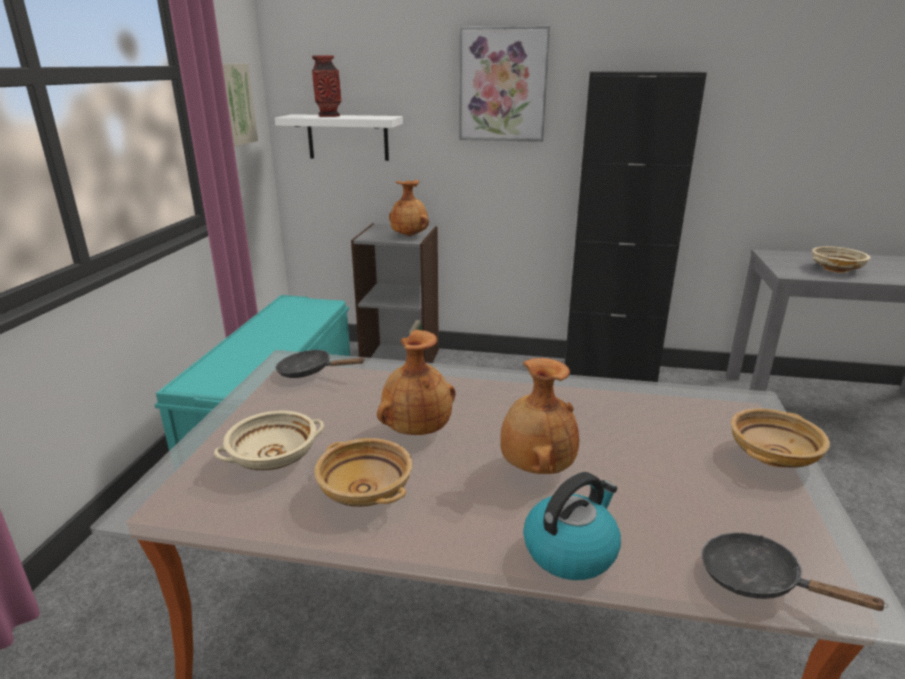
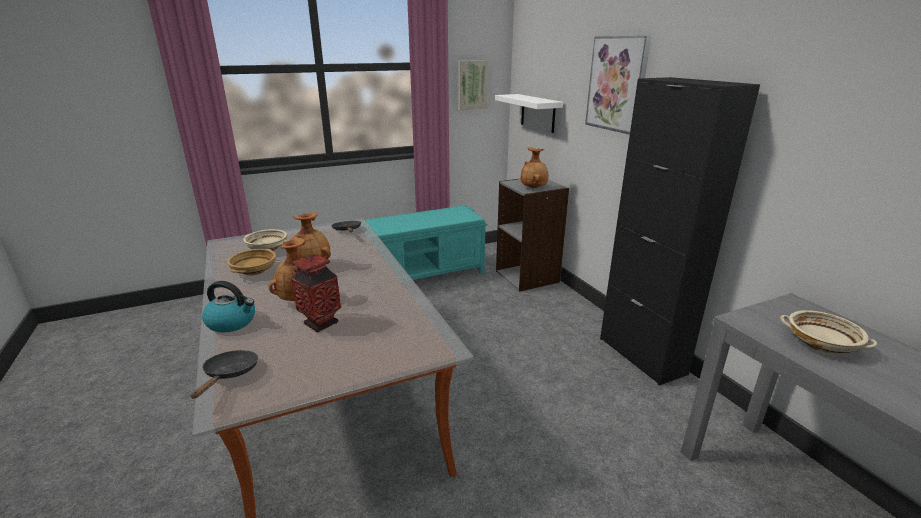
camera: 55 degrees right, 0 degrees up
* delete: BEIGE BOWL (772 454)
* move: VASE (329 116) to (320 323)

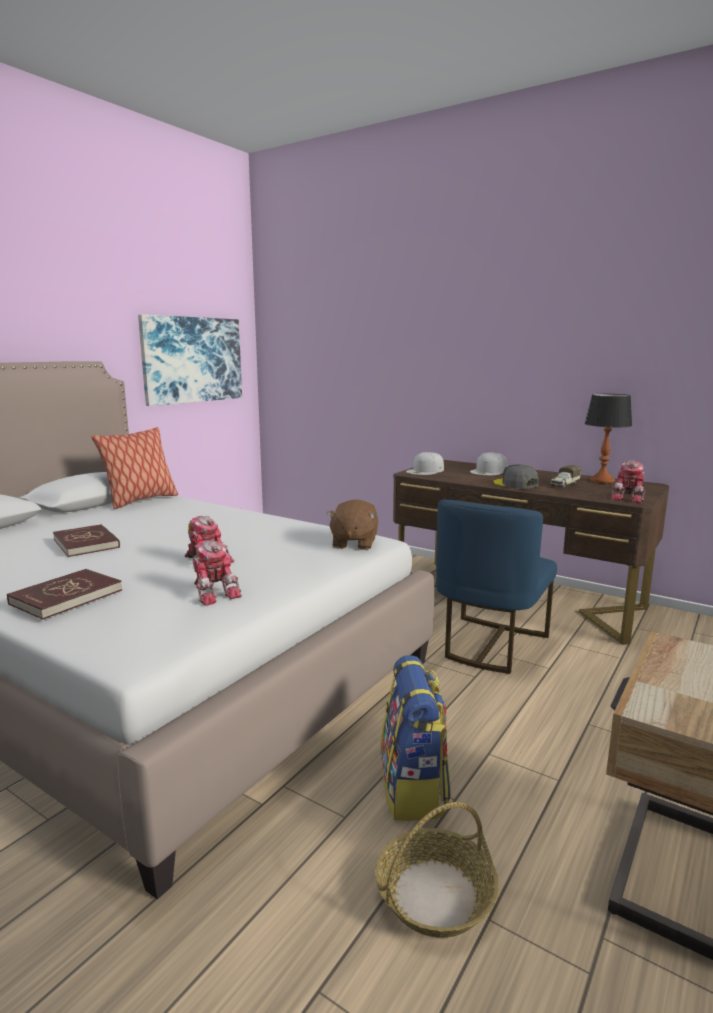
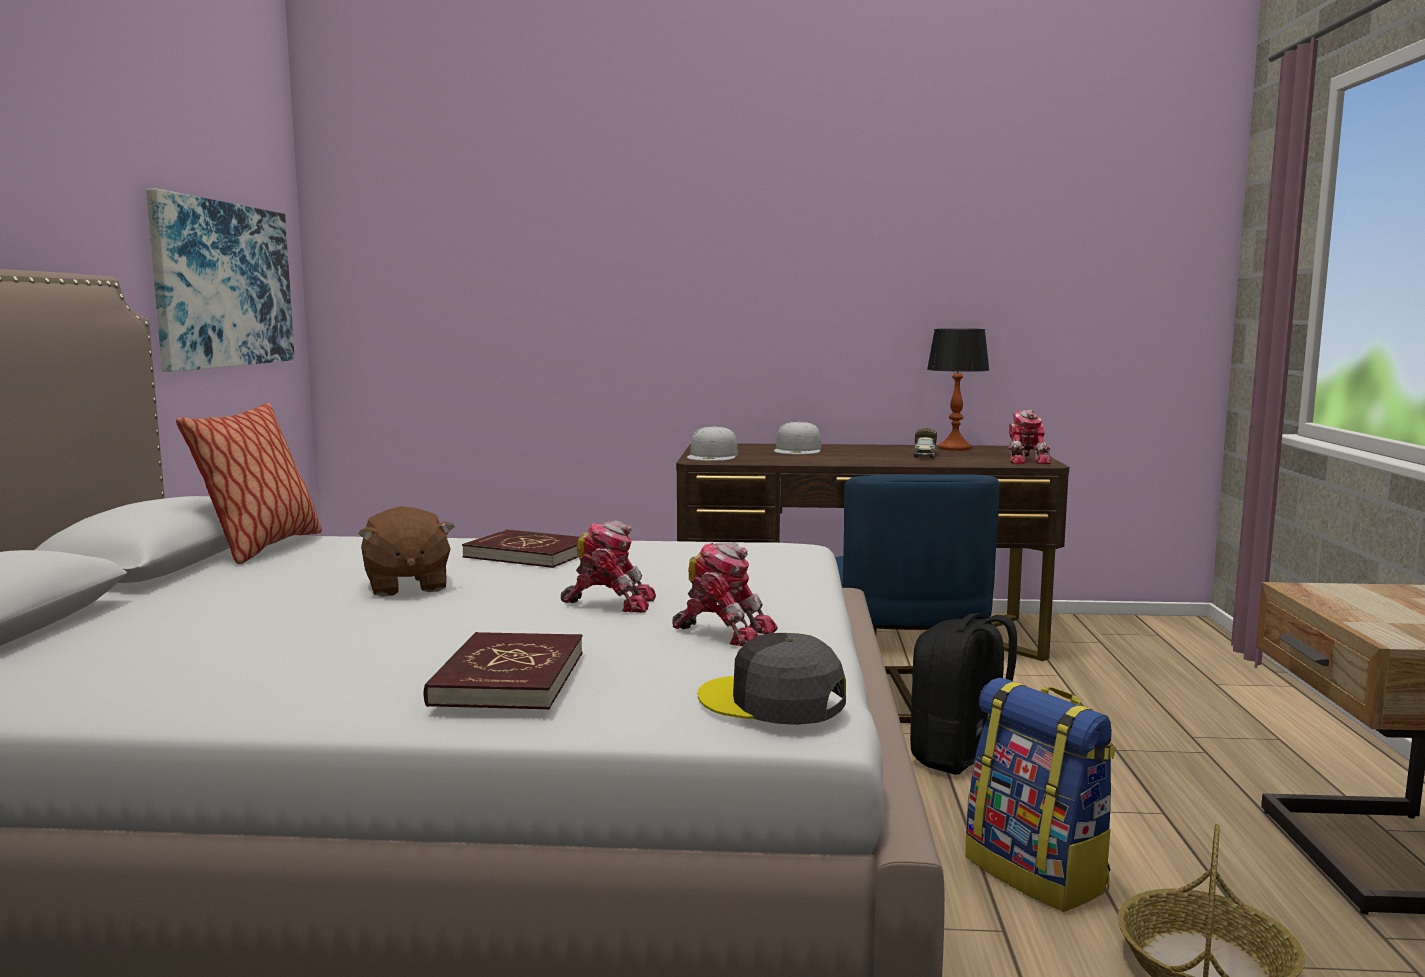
camera: 30 degrees left, 5 degrees down
* insert: BLACK BACKPACK (961 758)
* move: RED BOOK (86 543) to (529 554)
* move: BROWN PLUSH TOY (353 543) to (406 586)
* move: GREY CAP (515 484) to (772 701)

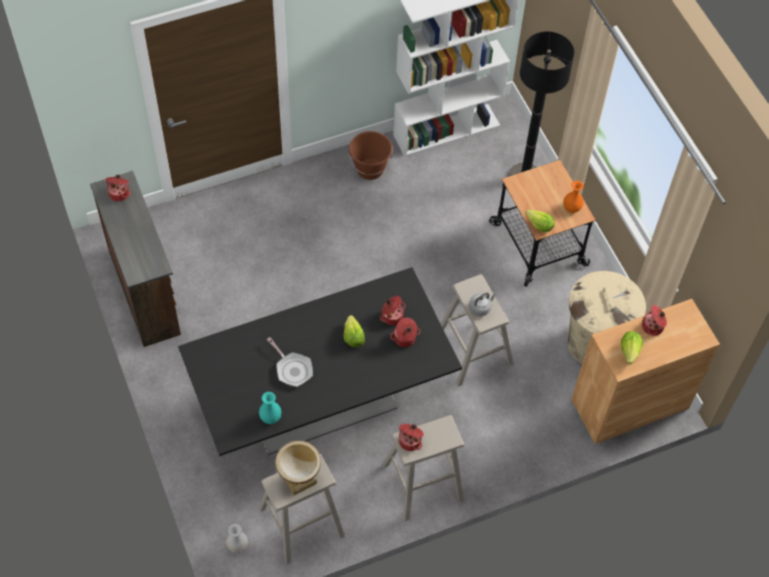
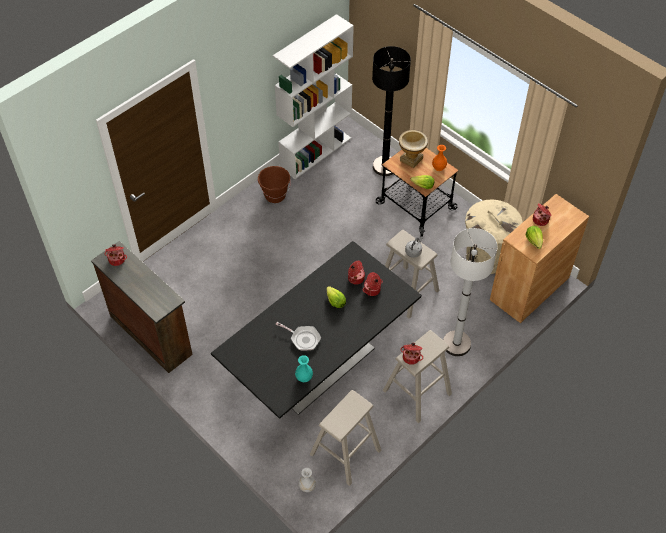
camera: 20 degrees left, 5 degrees down
* insert: WHITE FLOOR LAMP (456 344)
* move: VASE (299 479) to (411 159)

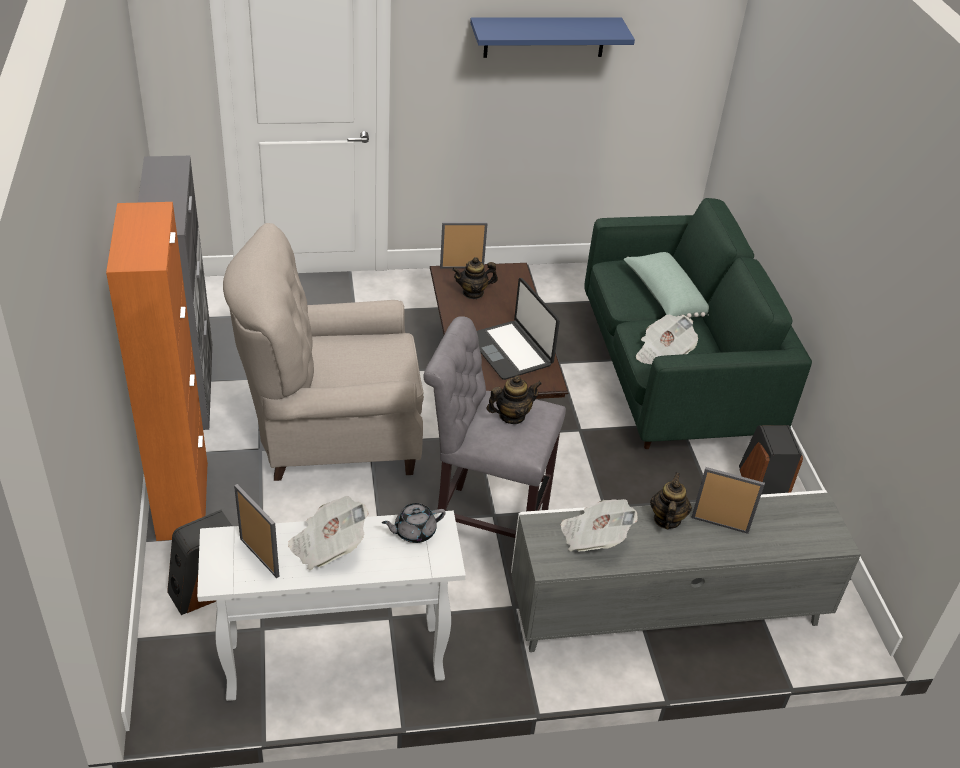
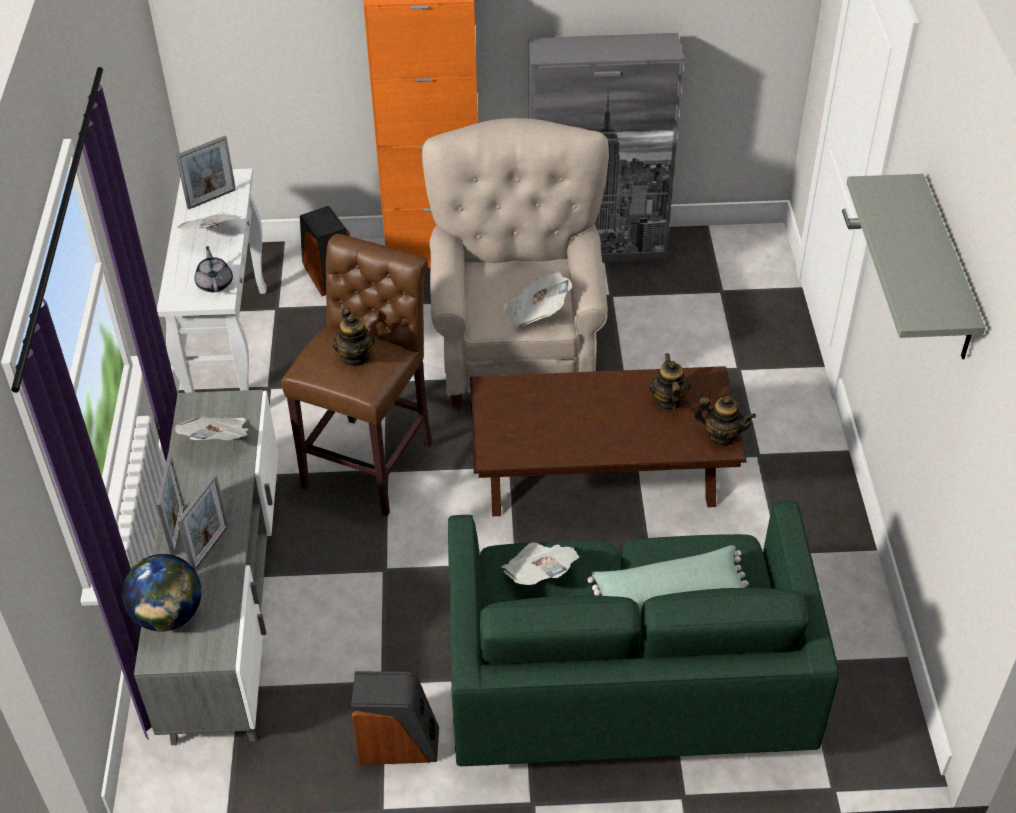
camera: 100 degrees right, 5 degrees up
* delete: LAPTOP (511 351)
* insert: GLOBE (169 616)
* insert: NEWSPAPER (536 313)
* move: PICTURE FRAME (461 267) to (178 530)
* move: TEAPOT (666 519) to (722 435)
* recolor: GREY STOOL (483 525) to BROWN STOOL (372 461)
* recolor: BLUE SHELF (544 37) to GREY SHELF (946 270)

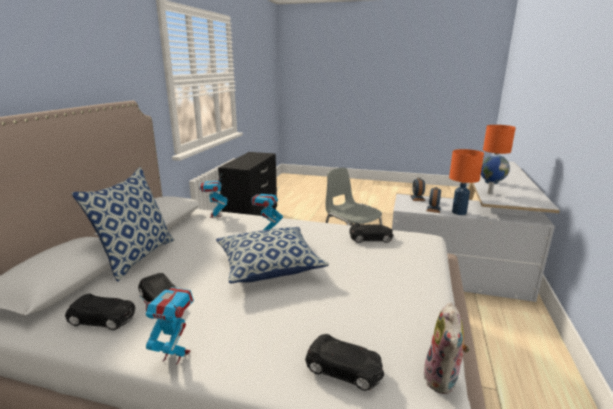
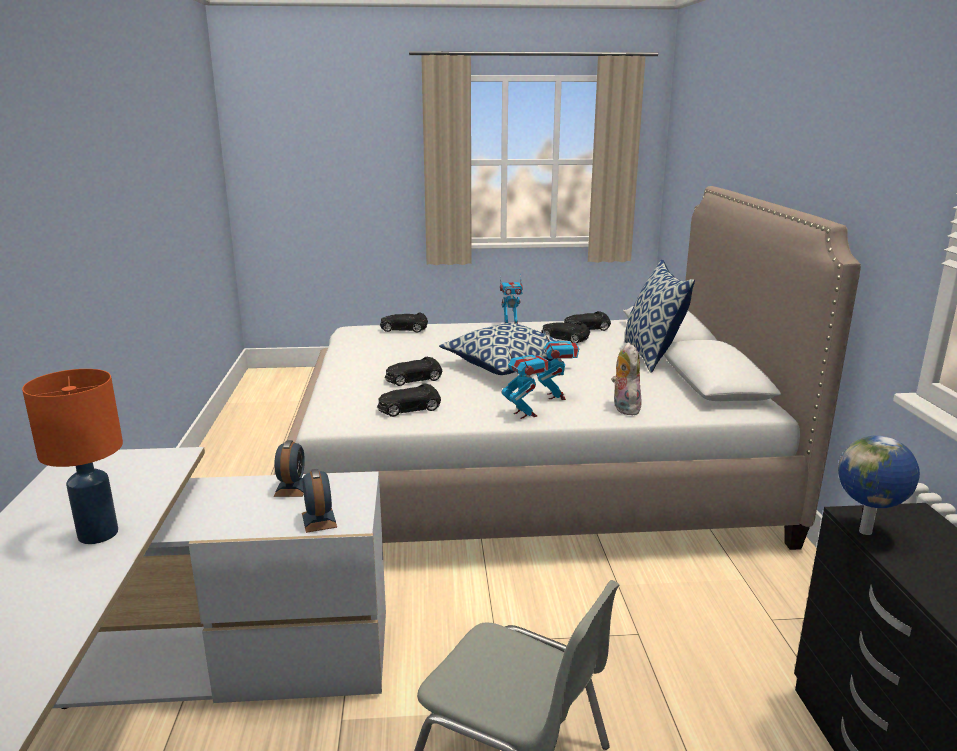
camera: 160 degrees right, 0 degrees up
* delete: ORANGE TABLE LAMP (459 212)
* insert: BLACK TOY CAR (413 379)
* move: TOY ROBOT (215 215) to (525 414)
* move: PLUSH TOY (443 380) to (623 408)
* move: GLOBE (489 193) to (867 532)

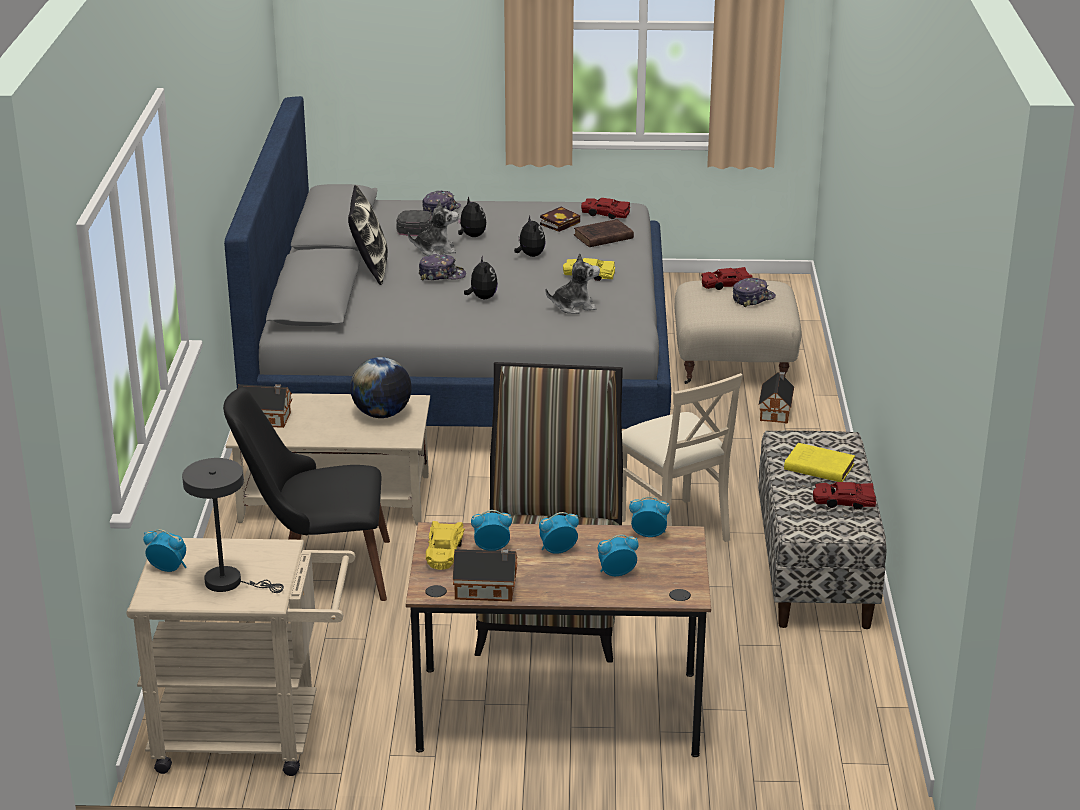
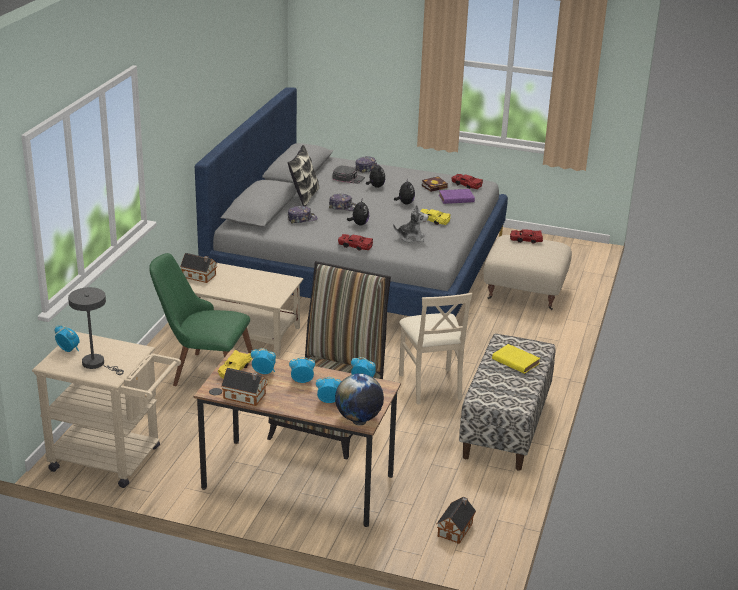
camera: 15 degrees right, 0 degrees up
* delete: PLUSH TOY (435 250)
* move: GLOBE (382 414) to (358 418)
* move: CAP (753 298) to (302 219)
* move: TOY HOUSE (776 411) to (456 529)
* move: RED TOY CAR (844 501) to (355 246)
* recolor: BLACK CHAIR (316 571) to GREEN CHAIR (203 372)
* recolor: BROWN BOOK (602 237) to PURPLE BOOK (455 199)

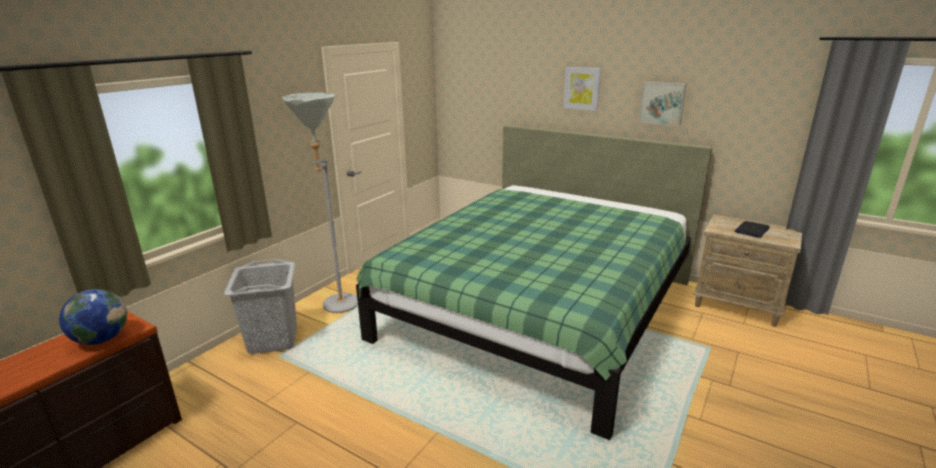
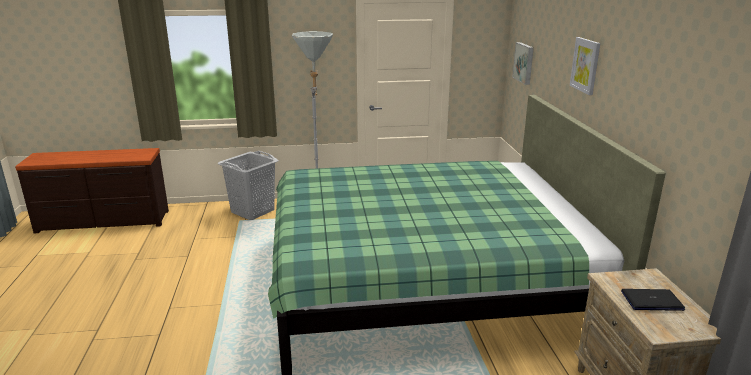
camera: 50 degrees right, 0 degrees up
* delete: GLOBE (101 339)
* move: PICTURE (662 103) to (524 63)

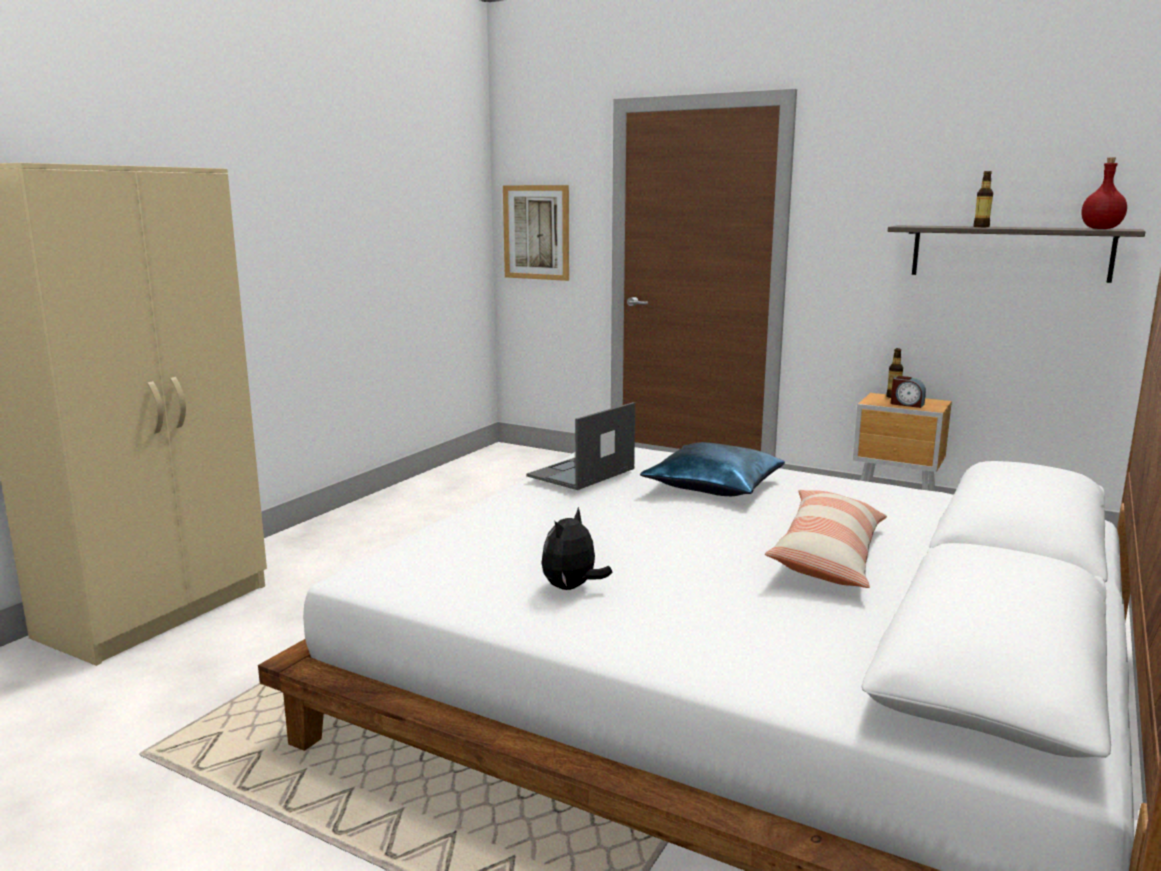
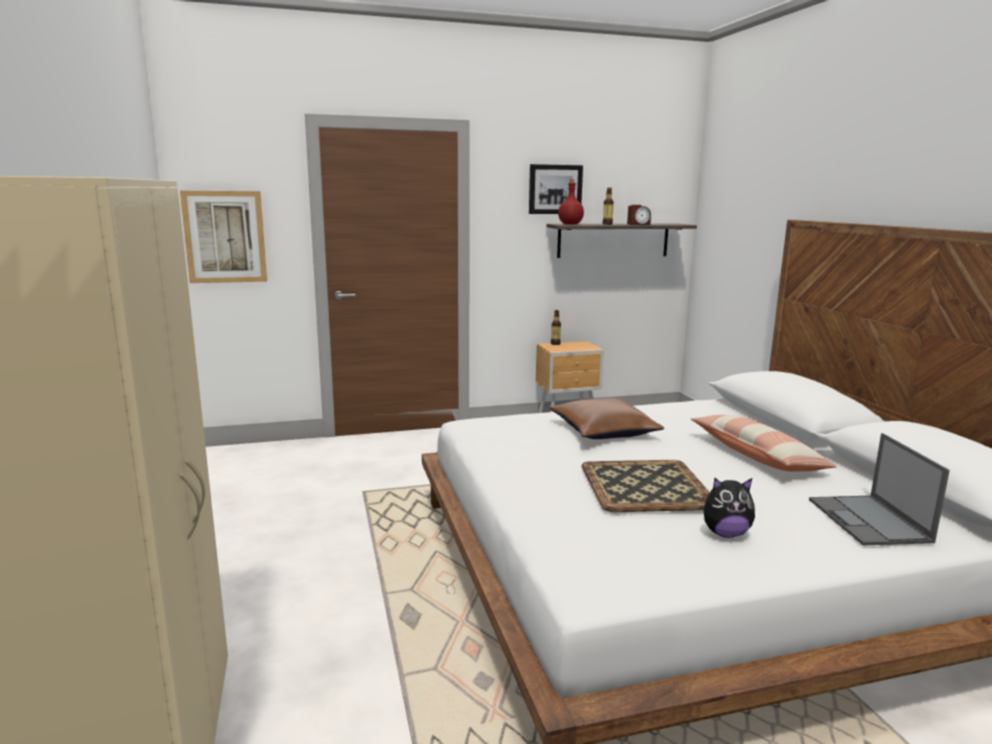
camera: 45 degrees left, 0 degrees up
* insert: PICTURE (555 189)
* insert: TRAY (646 485)
* move: LAPTOP (580 473) to (869 521)
* move: ALARM CLOCK (906 404) to (638 224)
* move: RED BOTTLE (1101 229) to (570 224)
* recolor: BLUE PILLOW (713 485) to BROWN PILLOW (604 431)
* rotate: PLUSH TOY (572 588) = (725 533) 75 degrees counterclockwise

